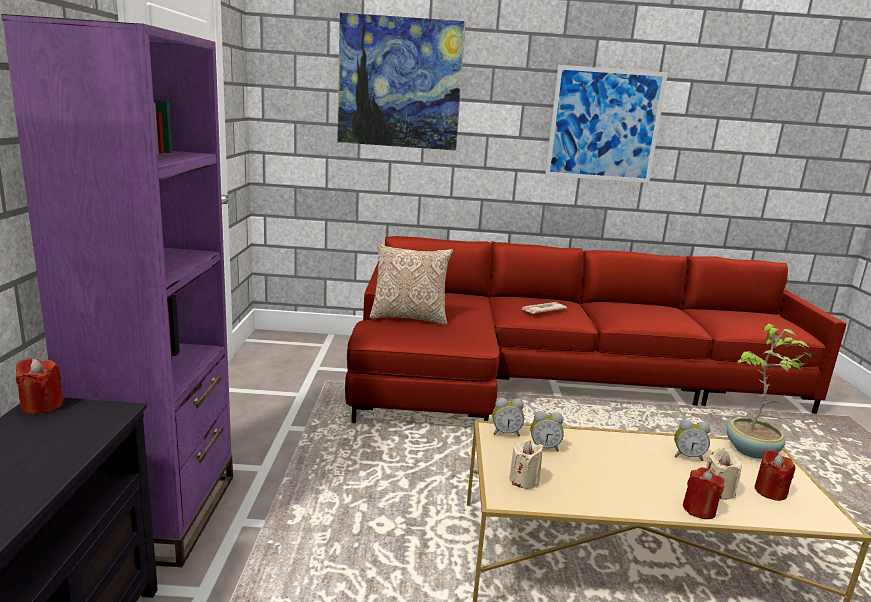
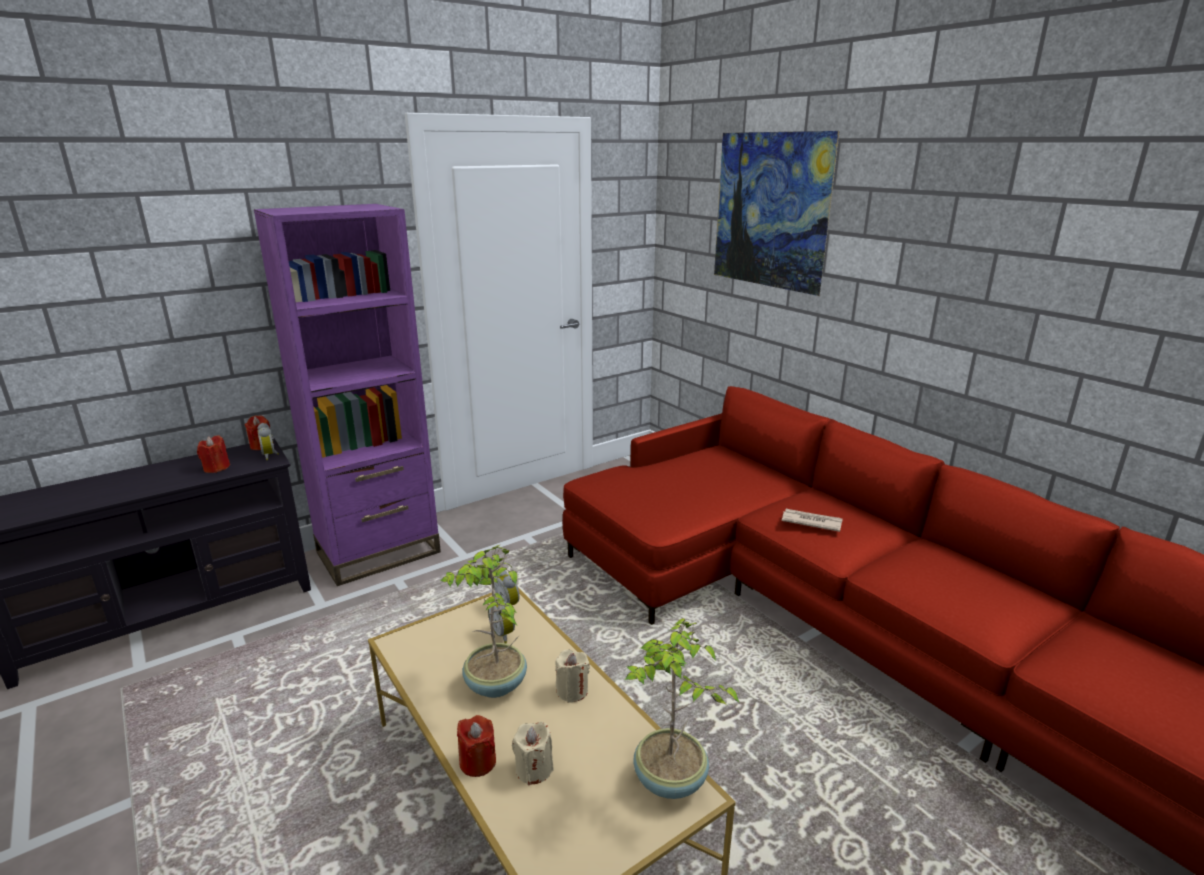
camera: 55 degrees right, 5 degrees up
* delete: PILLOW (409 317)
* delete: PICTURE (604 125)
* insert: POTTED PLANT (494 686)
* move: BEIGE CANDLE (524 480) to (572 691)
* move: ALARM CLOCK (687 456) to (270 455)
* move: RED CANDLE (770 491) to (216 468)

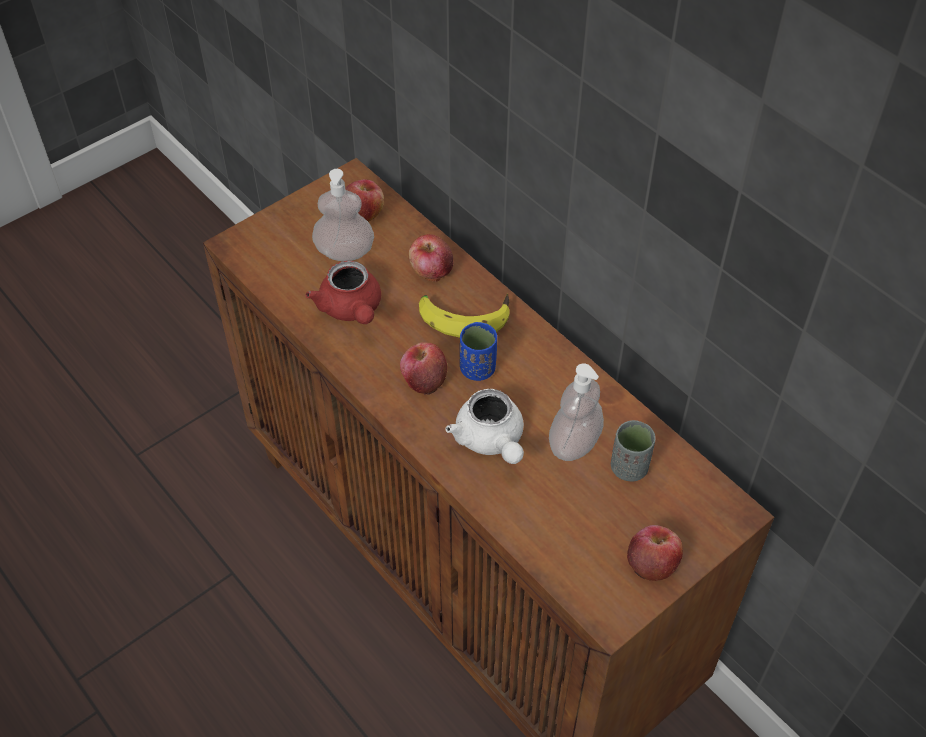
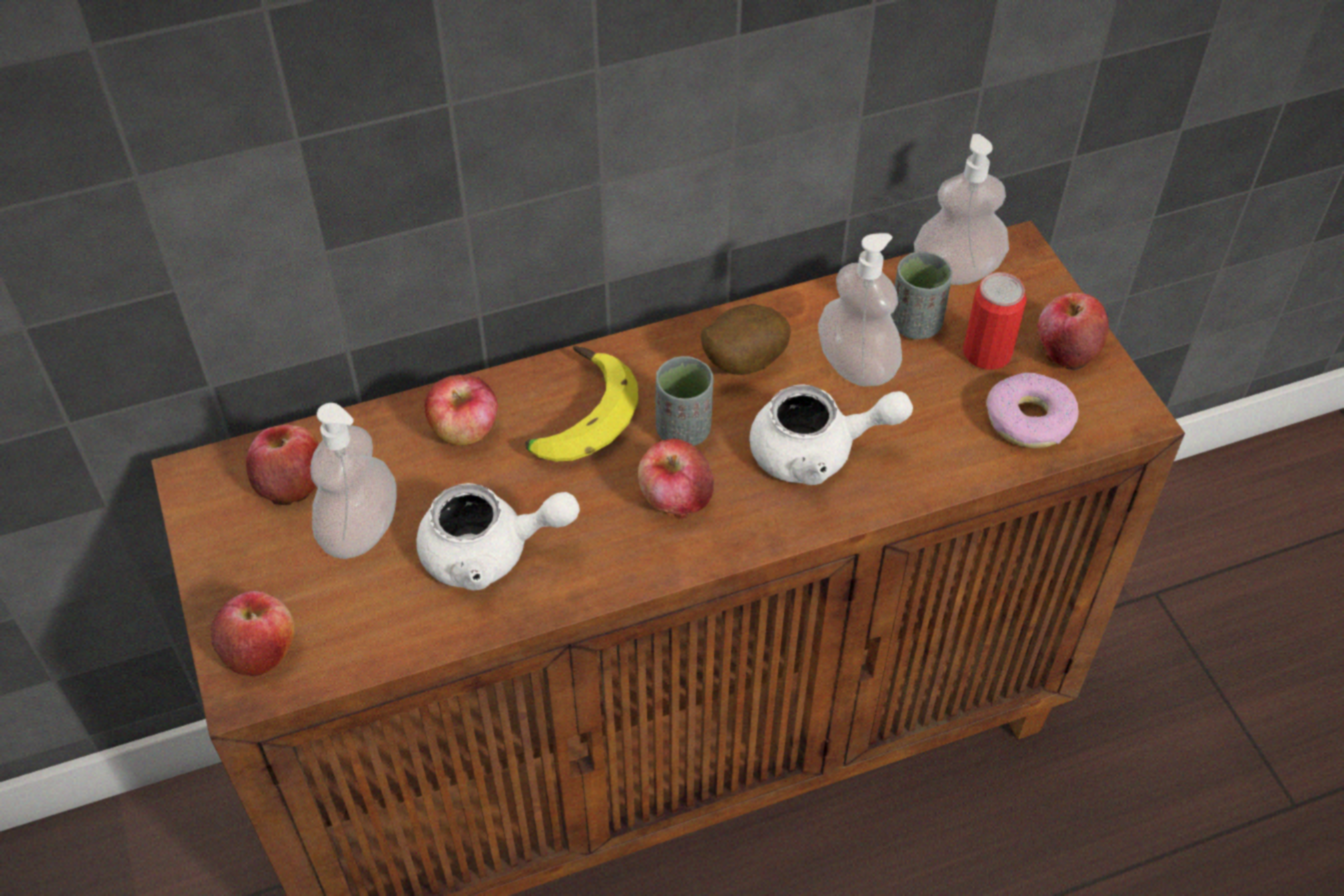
camera: 70 degrees left, 0 degrees up
* insert: APPLE (260 651)
* insert: POTATO (741 362)
* insert: SOAP DISPENSER (956 270)
* insert: CAN (987 353)
* insert: DONUT (1029 420)
* recolor: RED TEAPOT (351 309) to WHITE TEAPOT (490 552)
* recolor: BLUE CUP (477 369) to GREY CUP (683 430)

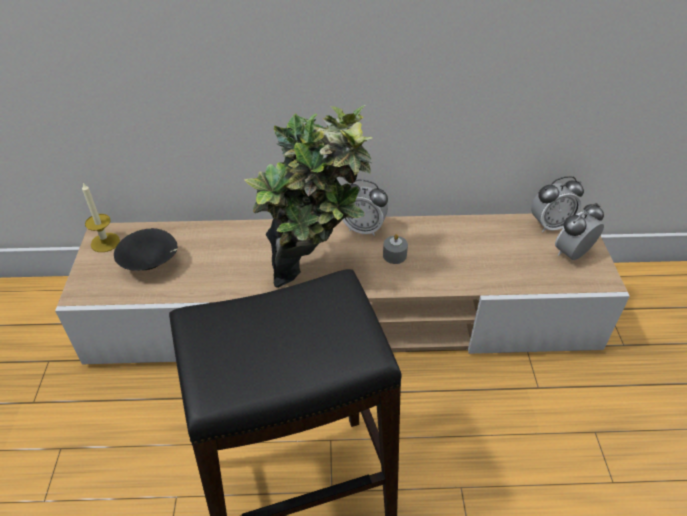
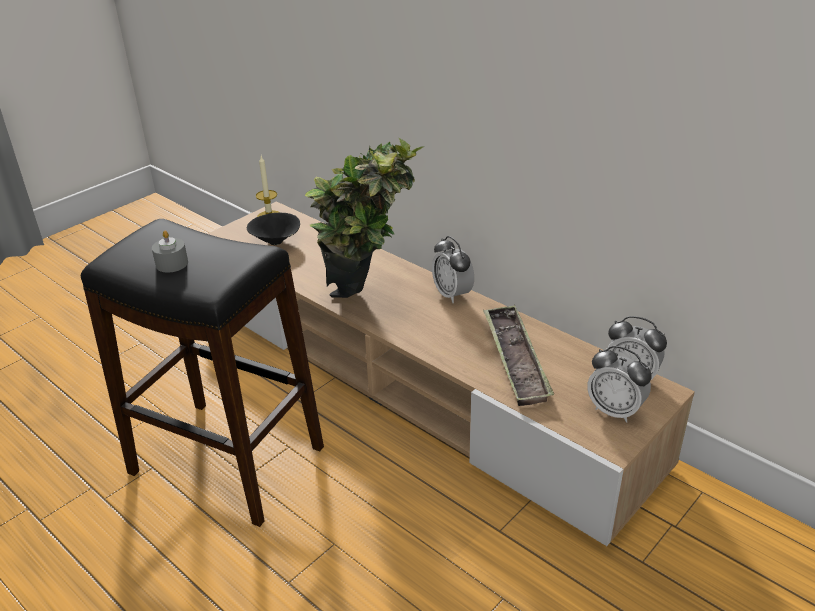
camera: 45 degrees right, 10 degrees down
* insert: TRAY (515 359)
* move: GREY CANDLE (394 255) to (172 264)
* rotate: ALARM CLOCK (572 254) = (614 410) 150 degrees counterclockwise

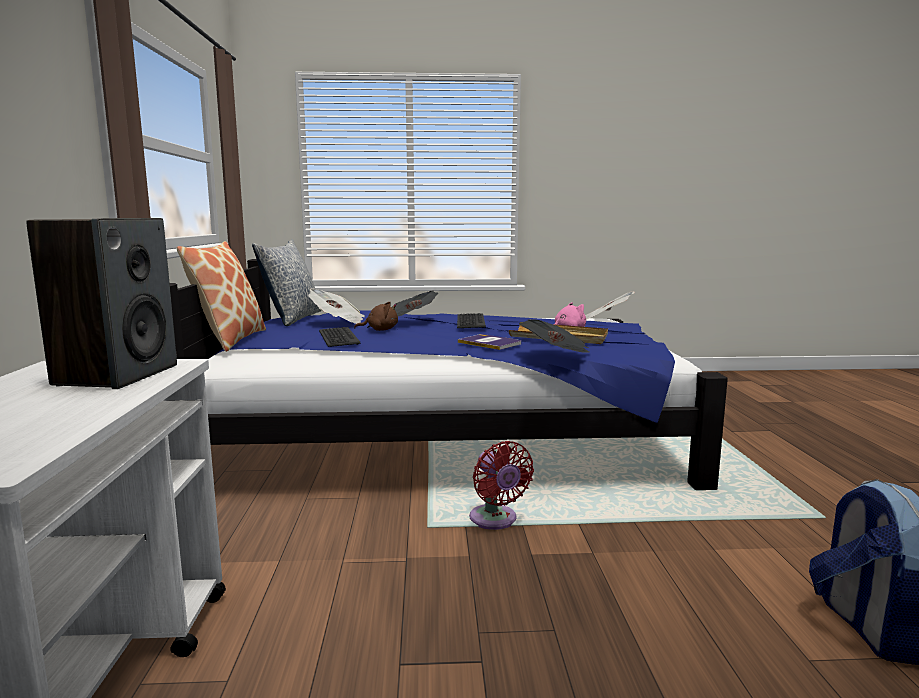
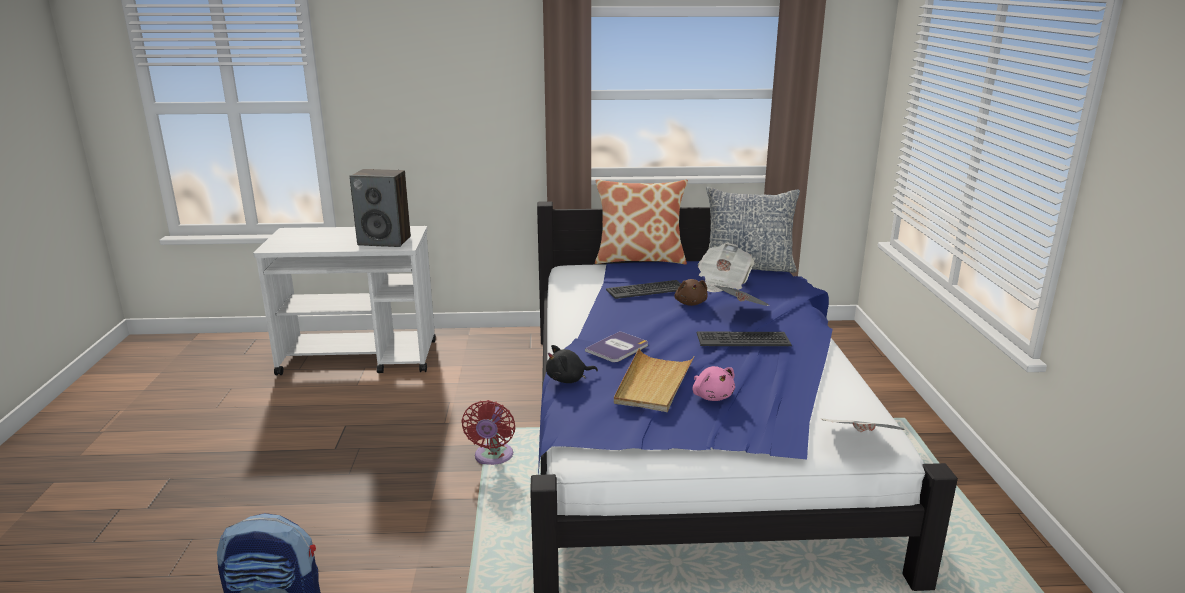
camera: 90 degrees right, 10 degrees up
* replace: NEWSPAPER (556 356) to BLACK PLUSH TOY (568 379)
* rotate: RED FAN (495 520) = (493 457) 60 degrees counterclockwise

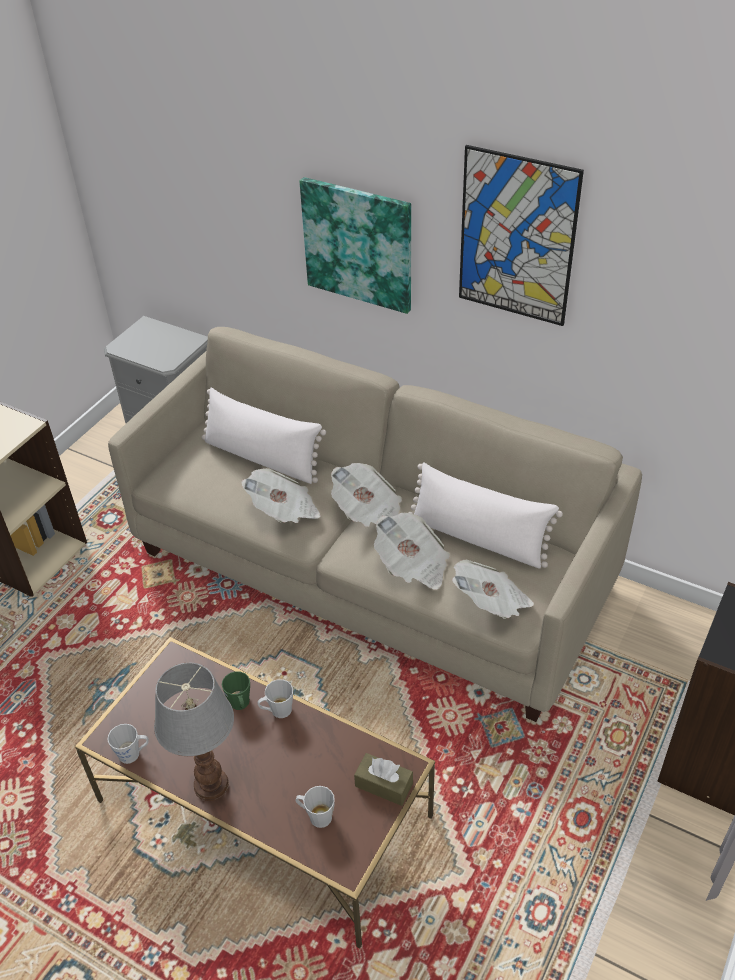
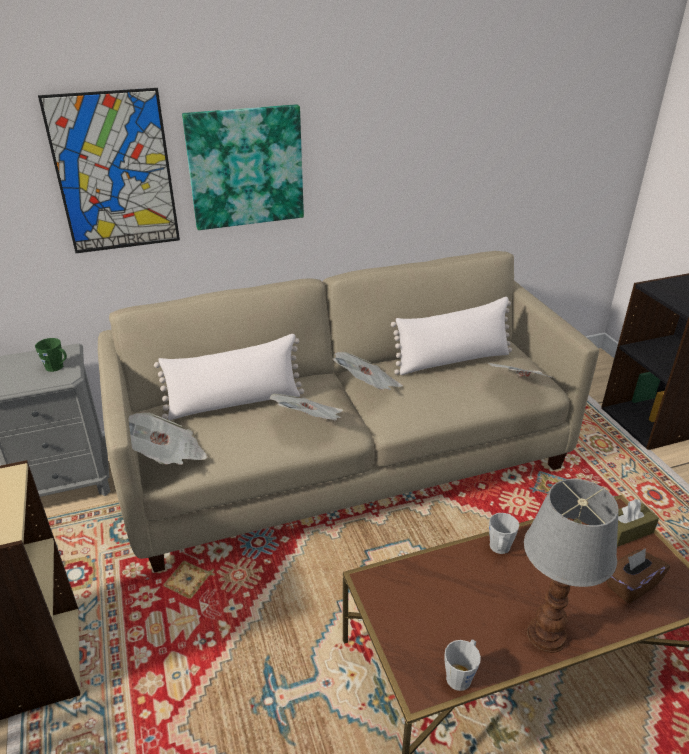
camera: 50 degrees left, 10 degrees down
* move: GREEN MUG (240 704) to (57 367)
* move: NEWSPAPER (412 565) to (167 456)
* move: PICTURE (517 237) to (114 173)
* replace: GREY MUG (316 816) to BROWN TISSUE BOX (631 585)

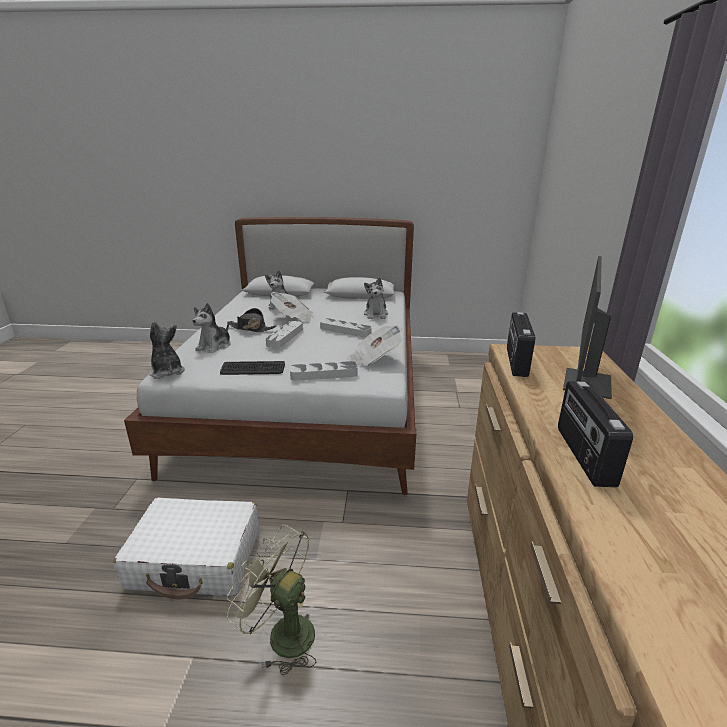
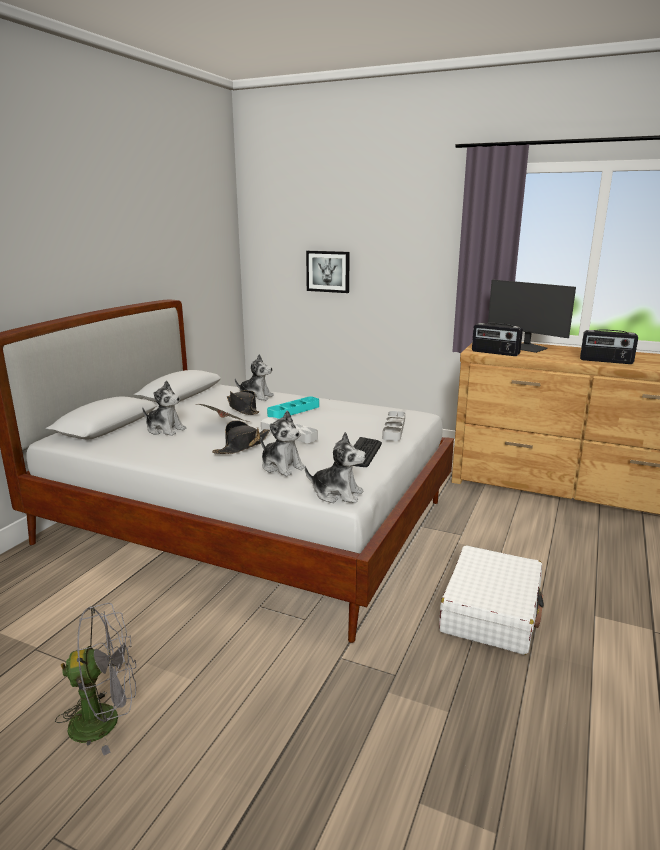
camera: 70 degrees left, 5 degrees down
* delete: GREEN FAN (282 633)
* delete: NEWSPAPER (374 358)
* insert: GREY FAN (106 720)
* insert: BLACK HAT (243 408)
* insert: PICTURE (328 271)
* recolor: GREY TRAY (345 331) to TURQUOISE TRAY (294 411)
* rotate: PLUSH TOY (167 372) = (337 494) 150 degrees counterclockwise

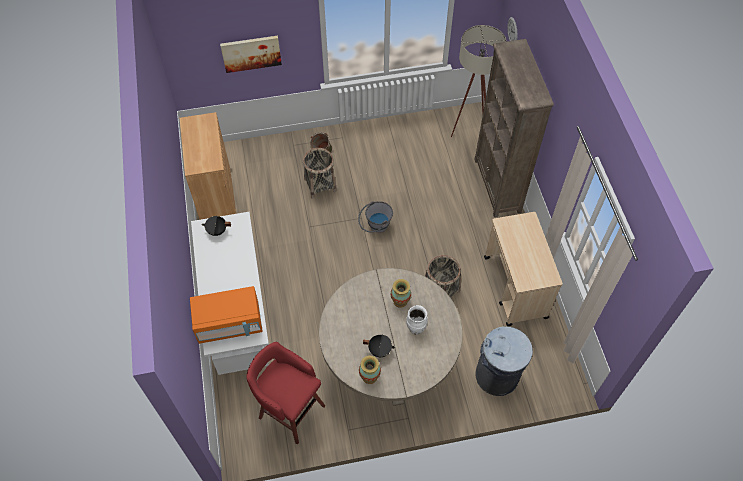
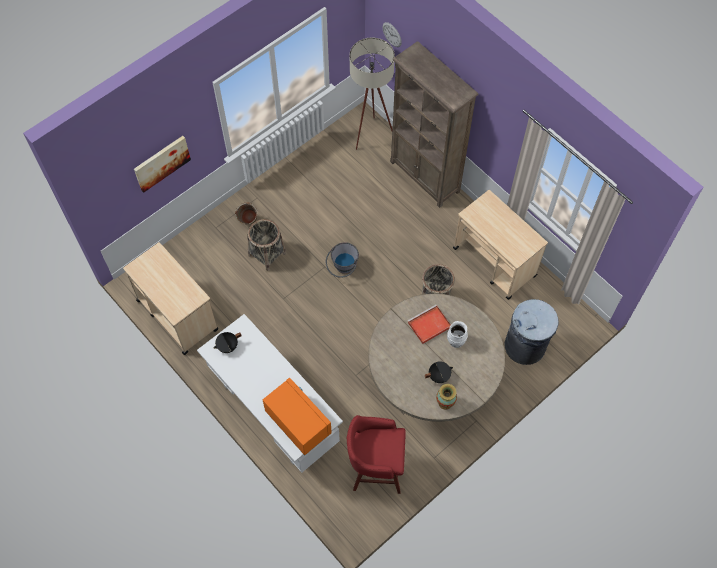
camera: 30 degrees left, 5 degrees up
* replace: BROWN CABINET (216 197) to BEIGE CART (177 314)
* replace: VASE (400 301) to RED TRAY (428 325)
* rotate: ORANGE MICROWAVE (229 324) = (298 422) 90 degrees counterclockwise

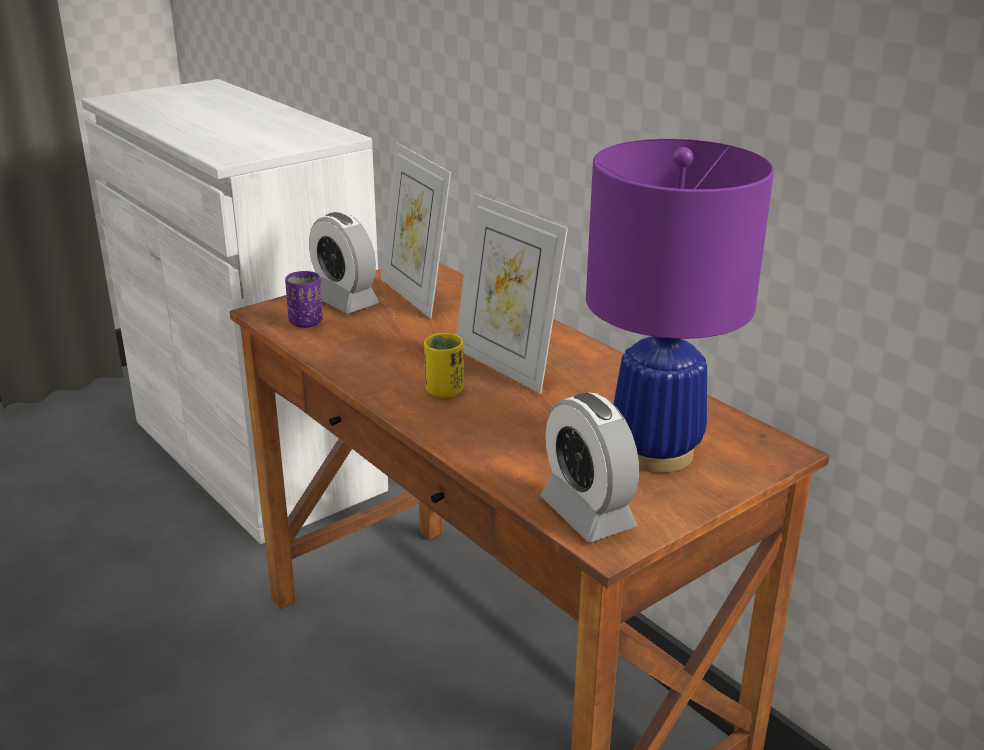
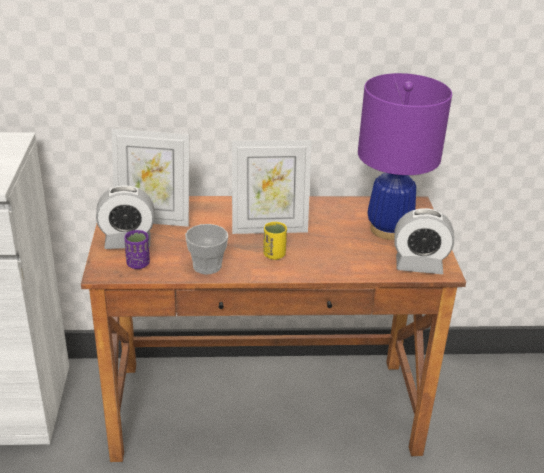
camera: 55 degrees left, 5 degrees up
* insert: CUP (207 266)

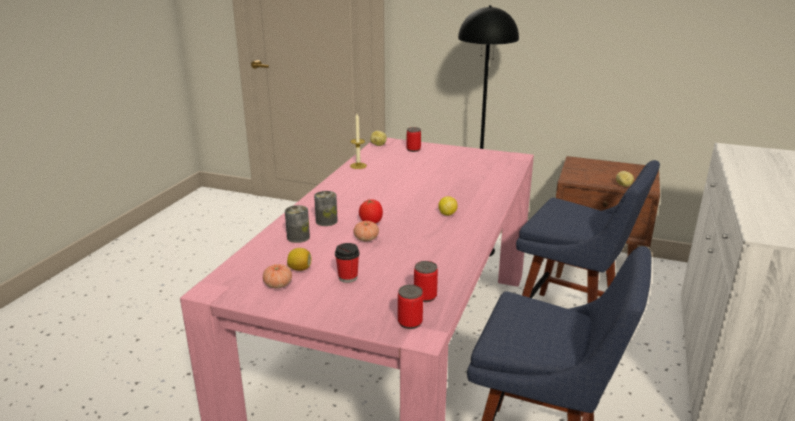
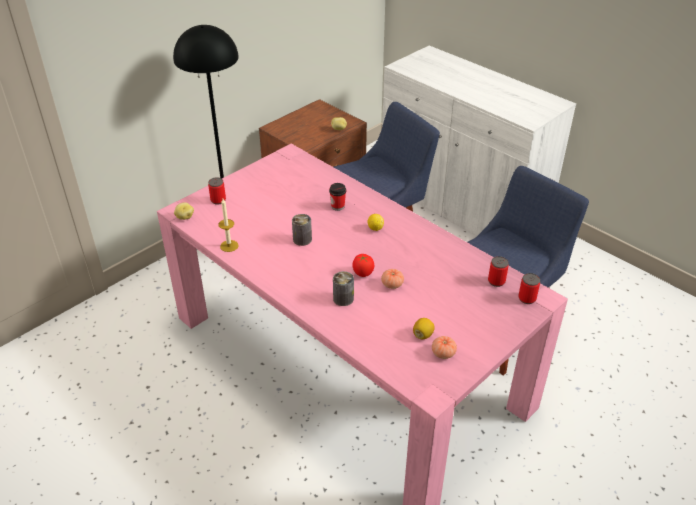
camera: 65 degrees left, 15 degrees up
* move: CAN (298 237) to (302 239)
* move: CUP (348 278) to (337 206)

